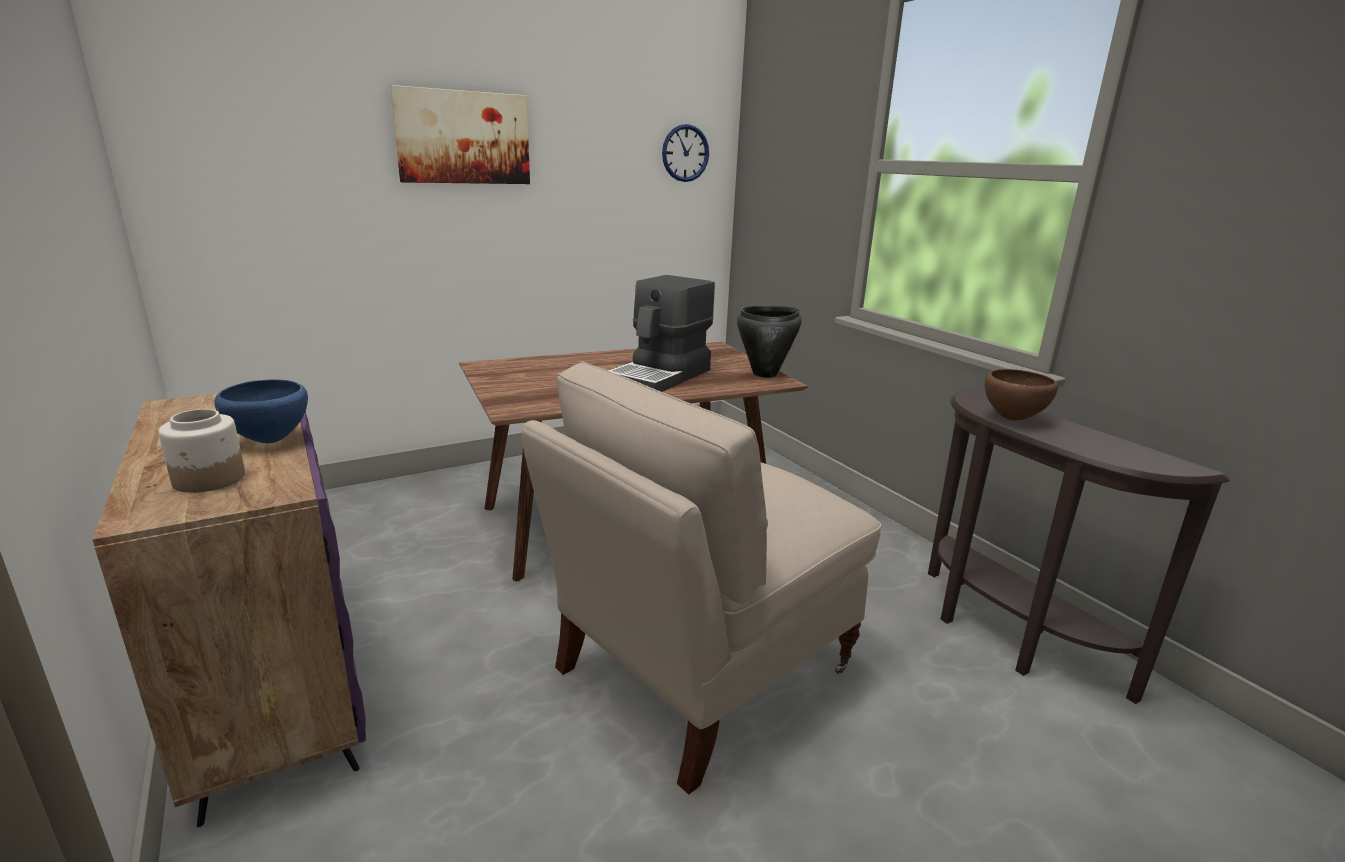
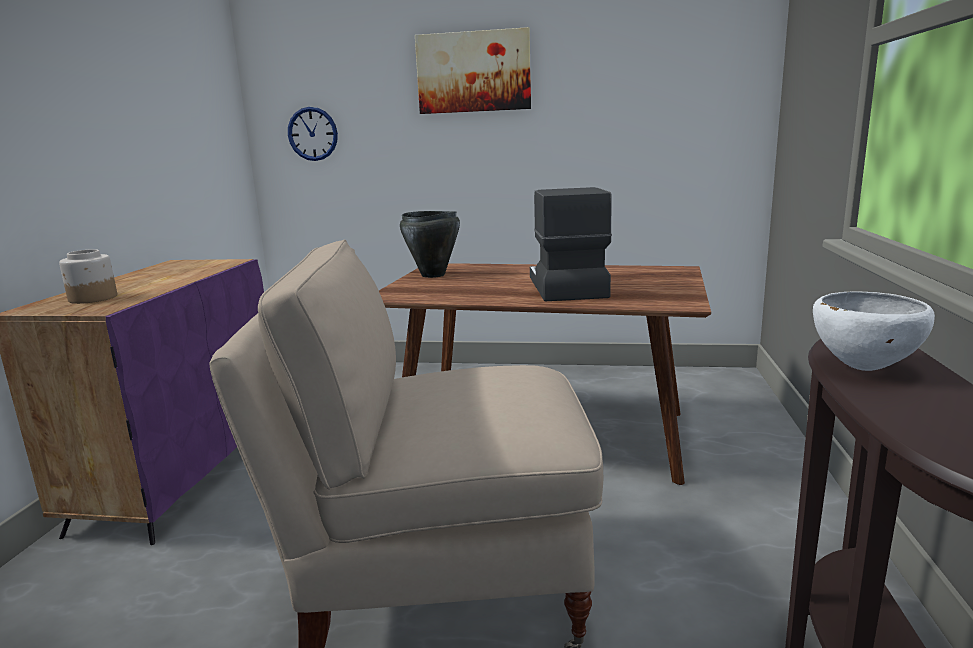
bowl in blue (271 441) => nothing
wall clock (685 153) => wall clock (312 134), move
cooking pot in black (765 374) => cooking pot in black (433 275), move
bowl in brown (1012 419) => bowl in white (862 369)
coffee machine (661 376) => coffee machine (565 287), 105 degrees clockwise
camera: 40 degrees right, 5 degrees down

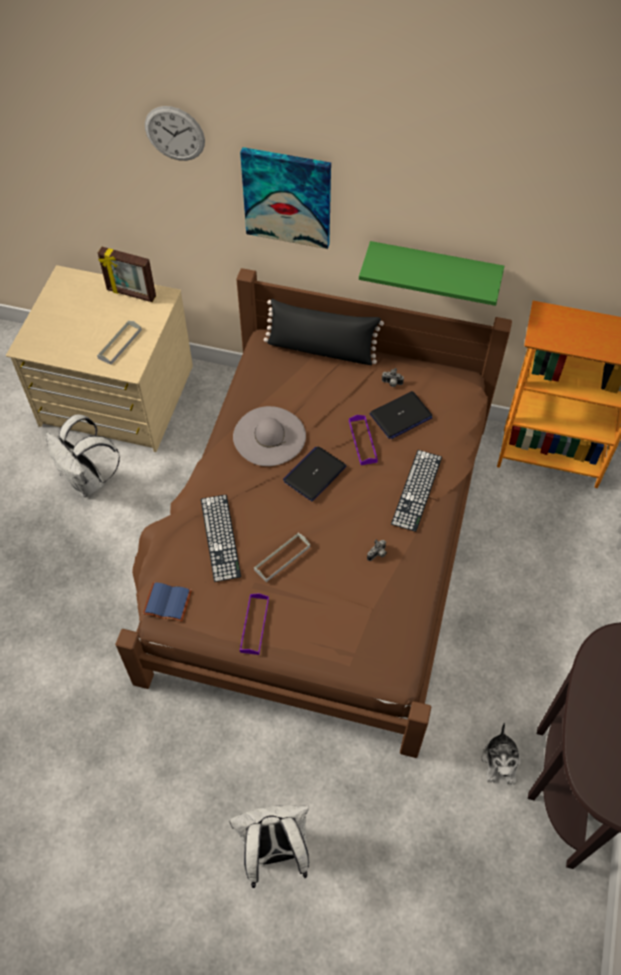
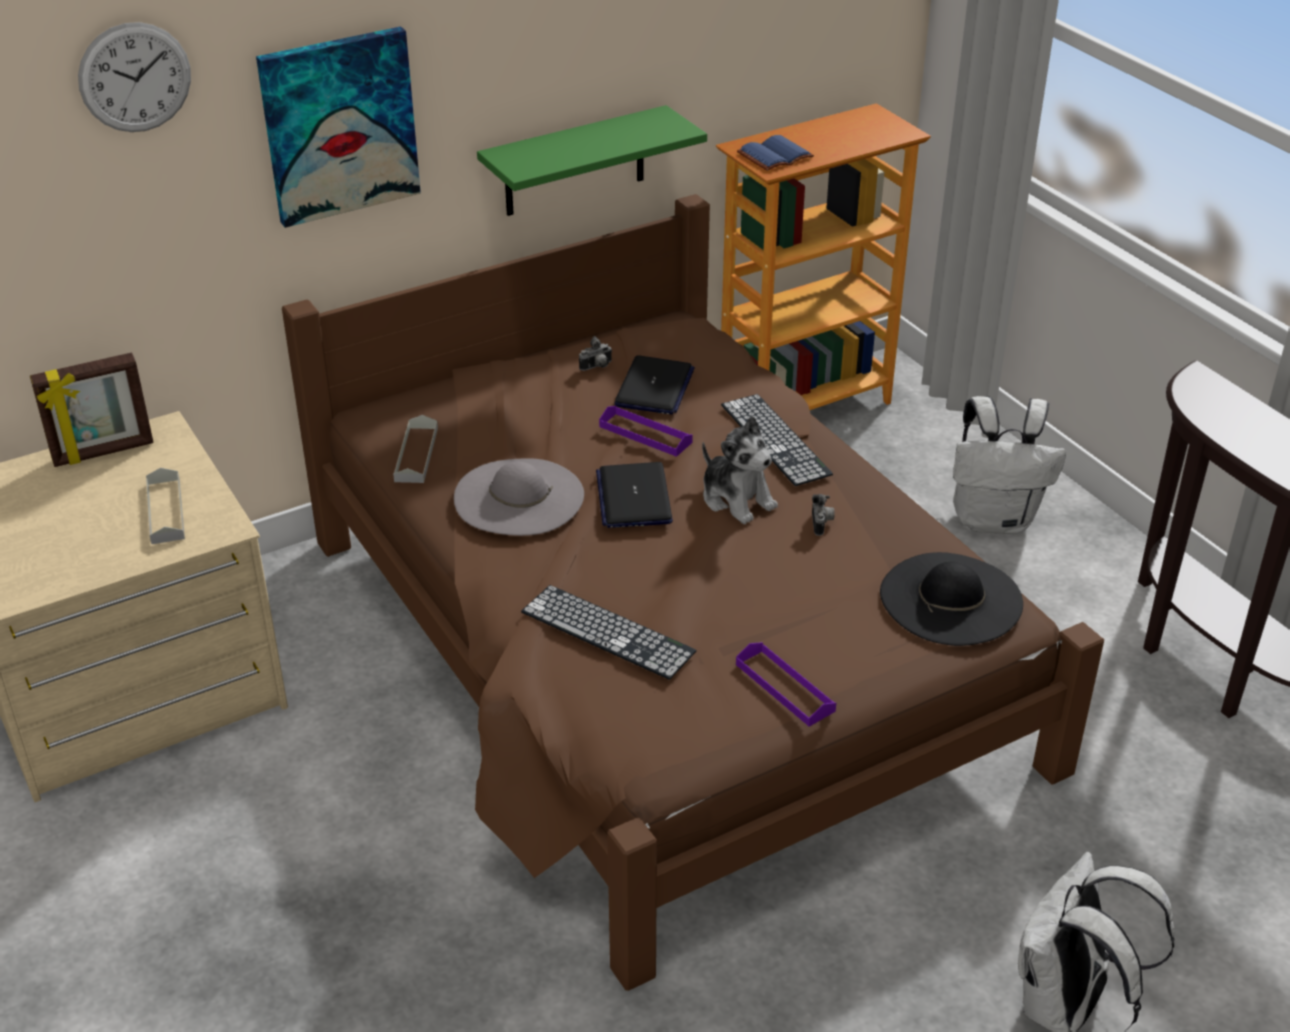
pillow in black (321 349) => nothing
nothing => hat in black (951 598)
backpack in white (88 480) => backpack in white (994 519), move
book in blue (166 603) => book in blue (775 157), move
tray in grey (282 558) => tray in grey (416 454), move
plush toy (500 761) => plush toy (737 499), move
camera: 45 degrees left, 20 degrees down

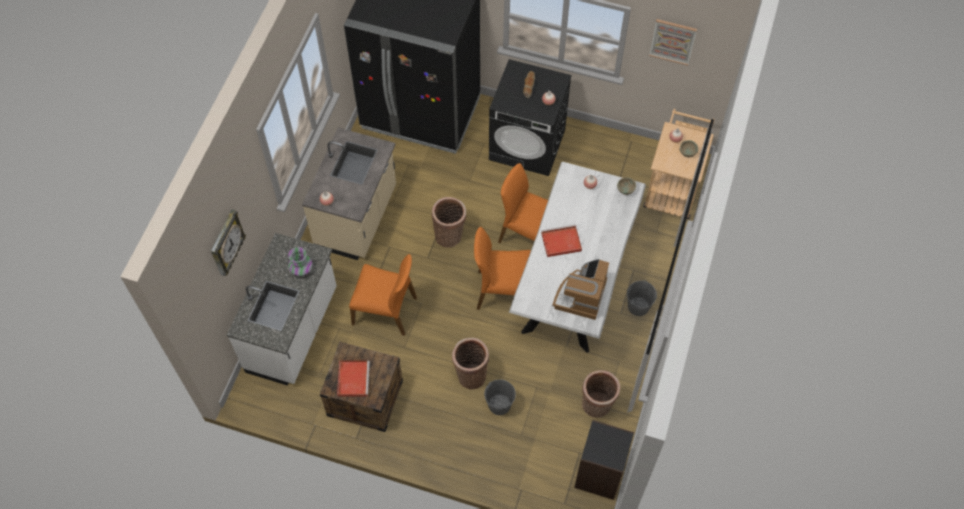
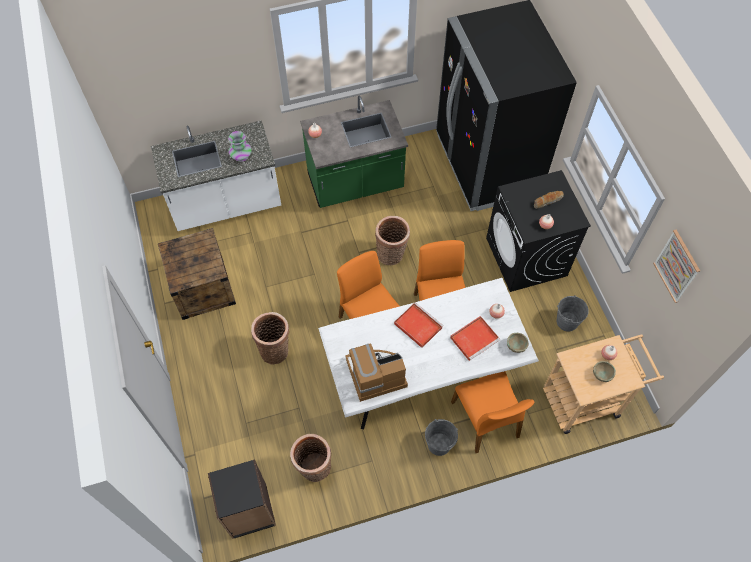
wall clock (226 244) => nothing
tray in red (353 378) => tray in red (475 338), move
chair in orange (385 310) => chair in orange (486 420), move
bucket in grey (499 404) => bucket in grey (567 321), move
counter in beige (357 218) => counter in green (355 184)
camera: 55 degrees right, 0 degrees up

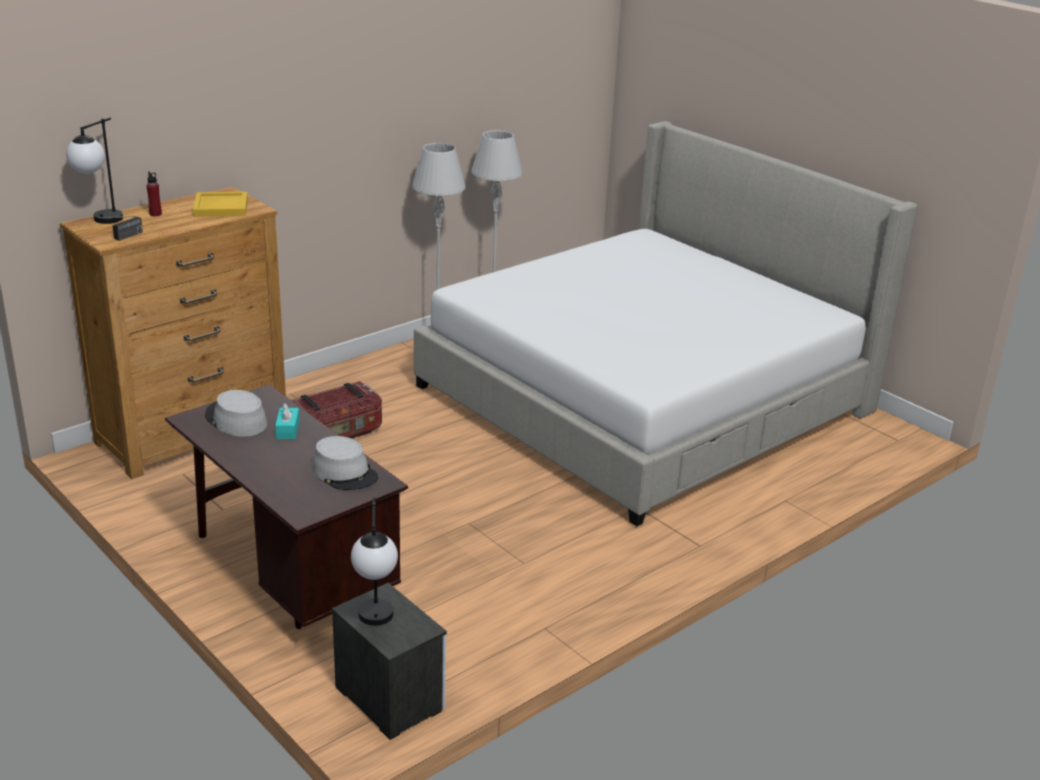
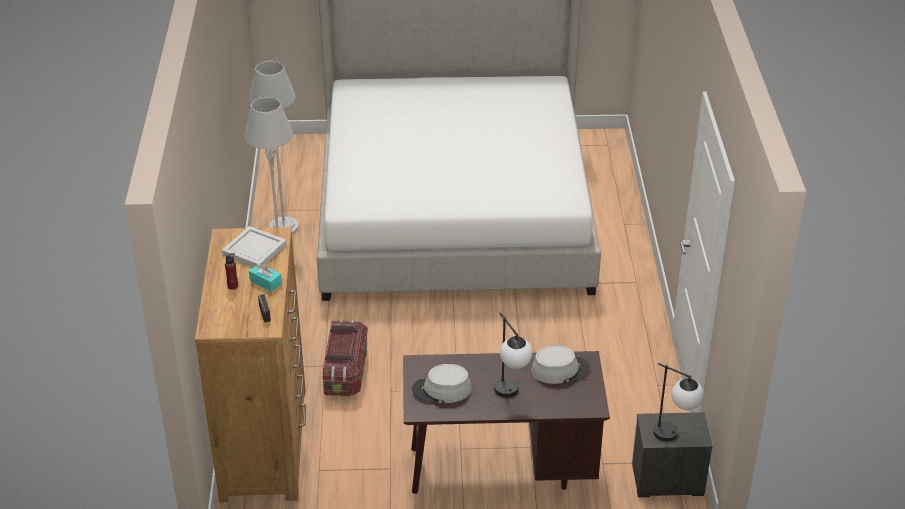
table lamp (100 222) => table lamp (511 395), move
tissue box in turquoise (287 430) => tissue box in turquoise (265 282), move
tray in yellow (222 207) => tray in white (254 249)
camera: 50 degrees left, 10 degrees up

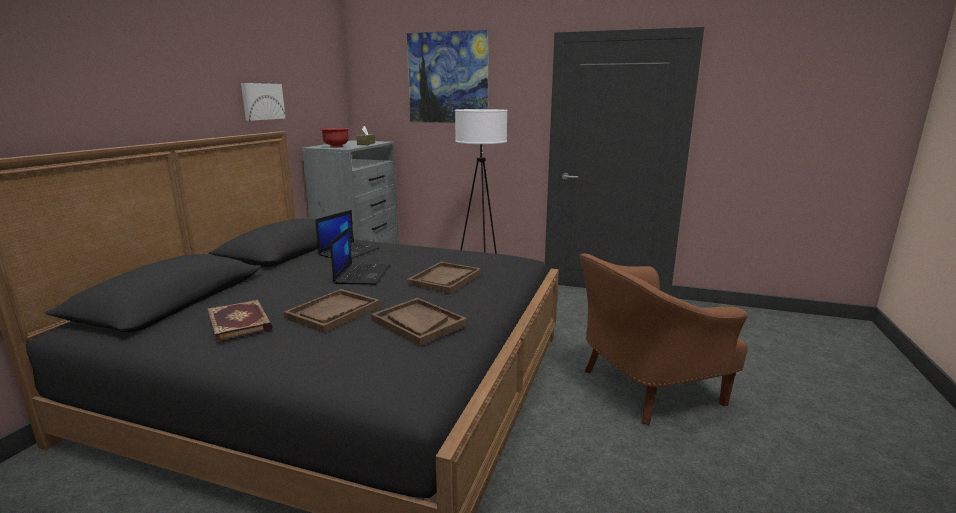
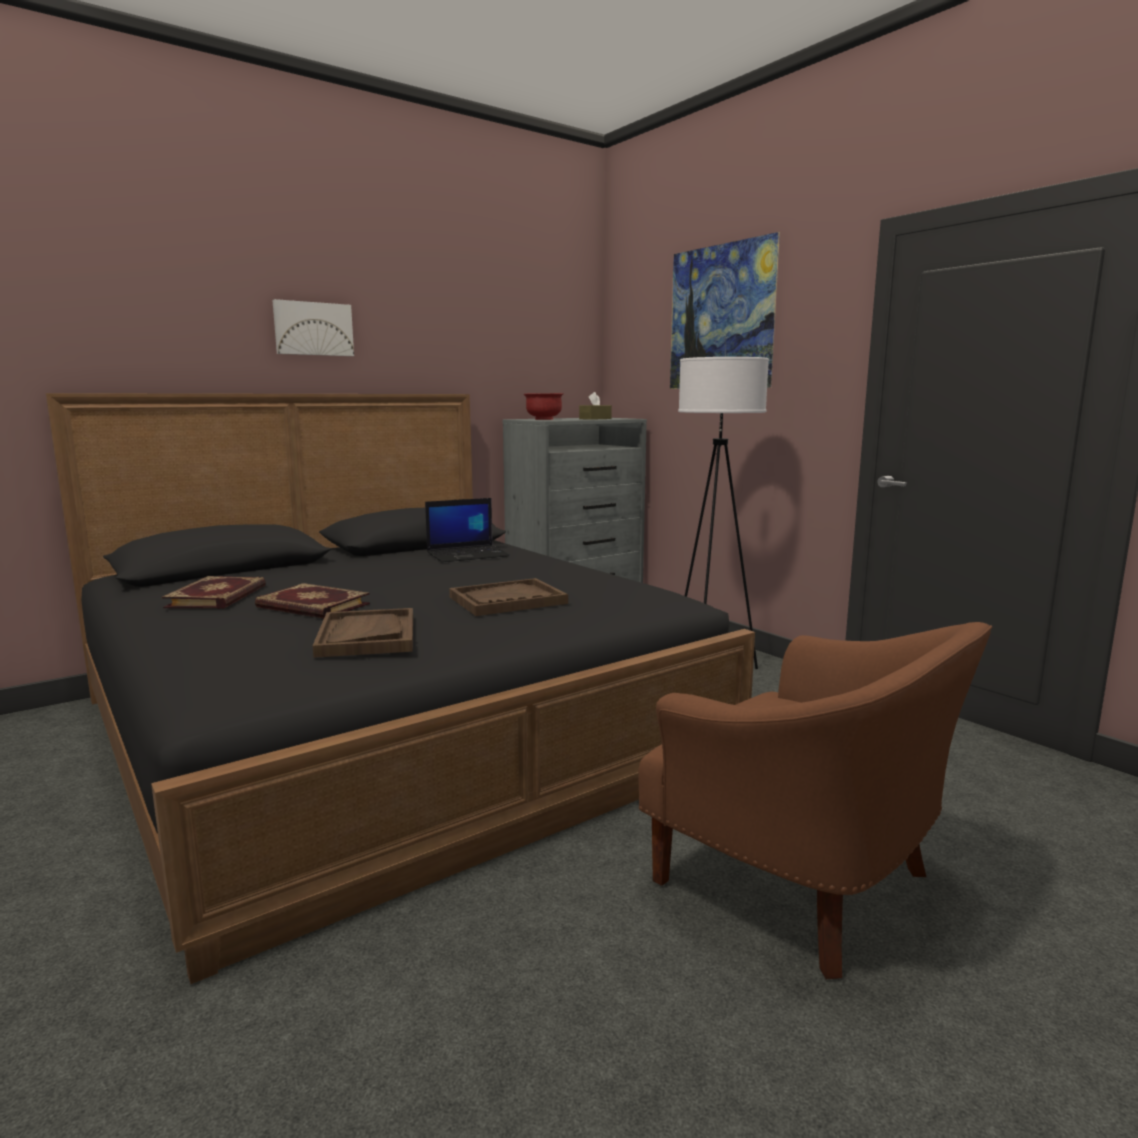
laptop (362 274) => nothing
picture (262 101) => picture (313 329), move
tray in brown (333 312) => book (312 606)
armchair in brown (644 388) => armchair in brown (803 886), 150 degrees counterclockwise
camera: 35 degrees right, 5 degrees down

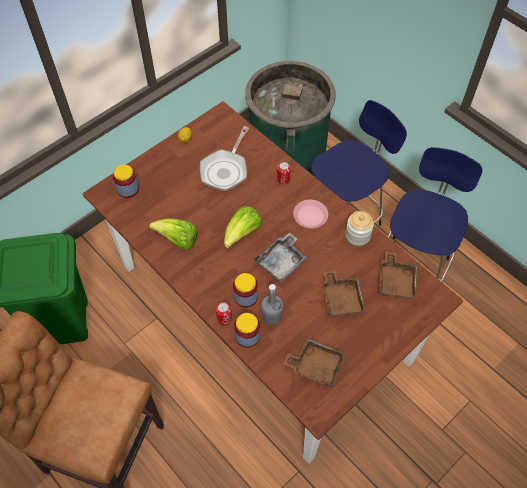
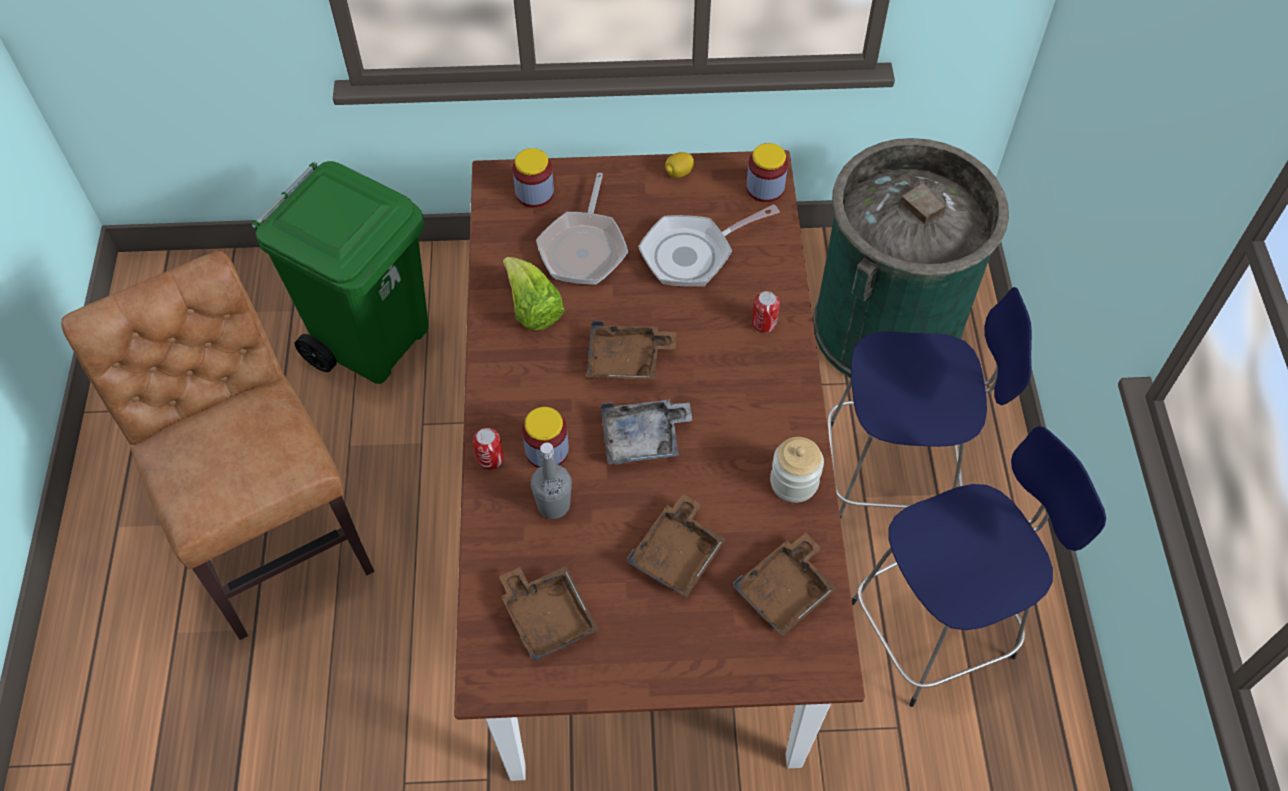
plate in pink (310 216) => nothing
nothing => frying pan (584 248)
jar (247 336) => jar (765 188), move
lettuce (242 234) => tray in brown (627 360)
camera: 40 degrees right, 0 degrees up

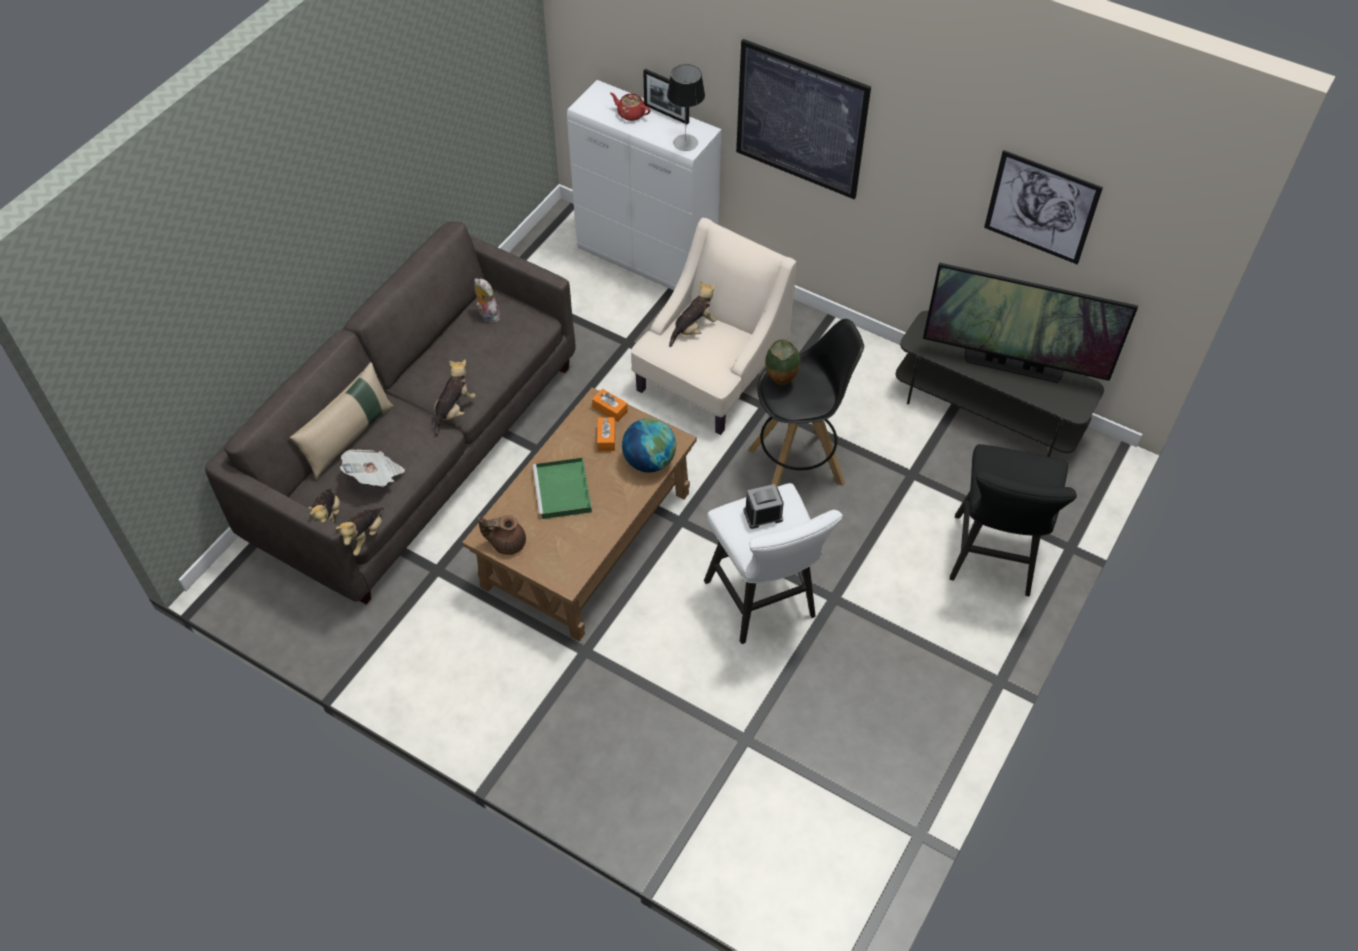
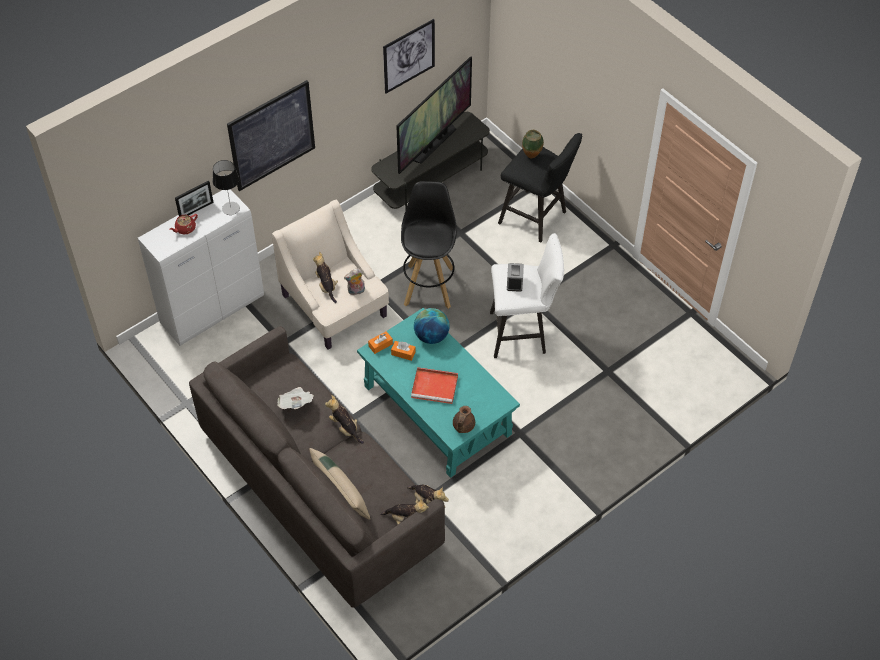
newspaper (375 476) => newspaper (296 404), move
plush toy (487 315) => plush toy (356 291), move
vase (781 383) => vase (532 157), move
coffee table in brown (587 538) => coffee table in turquoise (436 409)
tray in green (563 491) => tray in red (435 387)
camera: 70 degrees left, 0 degrees up

